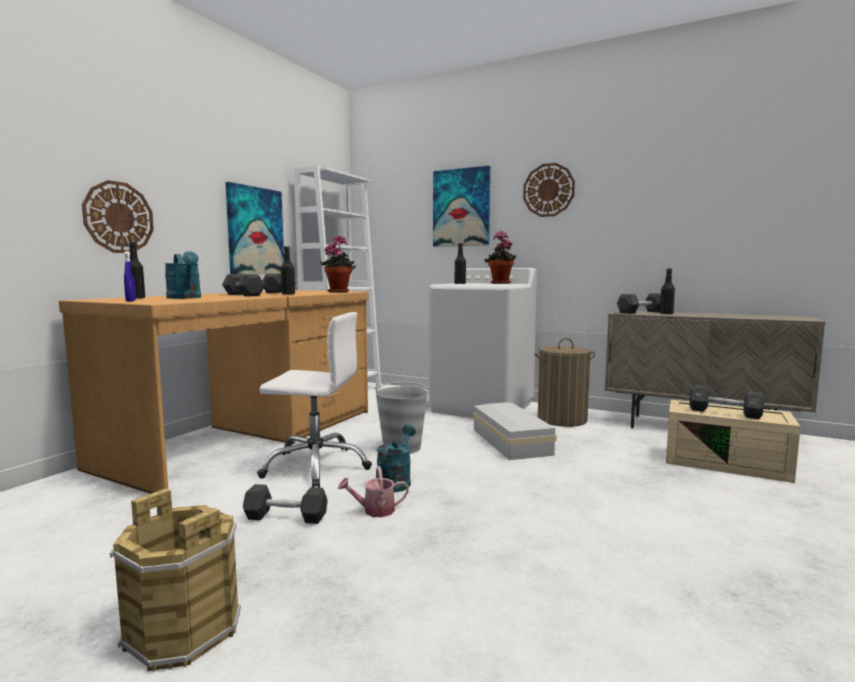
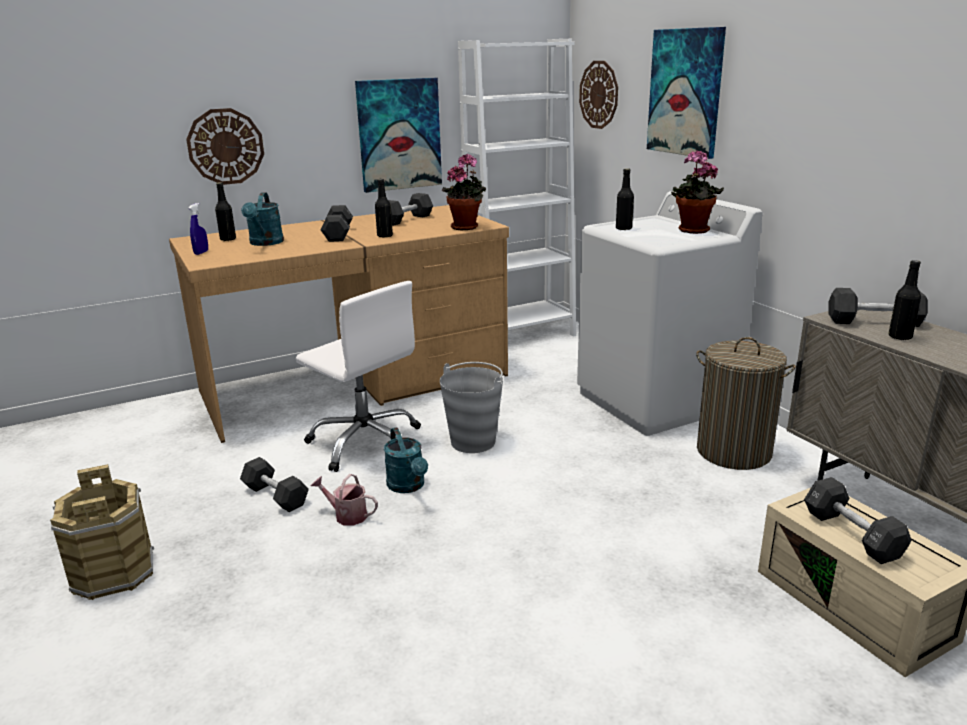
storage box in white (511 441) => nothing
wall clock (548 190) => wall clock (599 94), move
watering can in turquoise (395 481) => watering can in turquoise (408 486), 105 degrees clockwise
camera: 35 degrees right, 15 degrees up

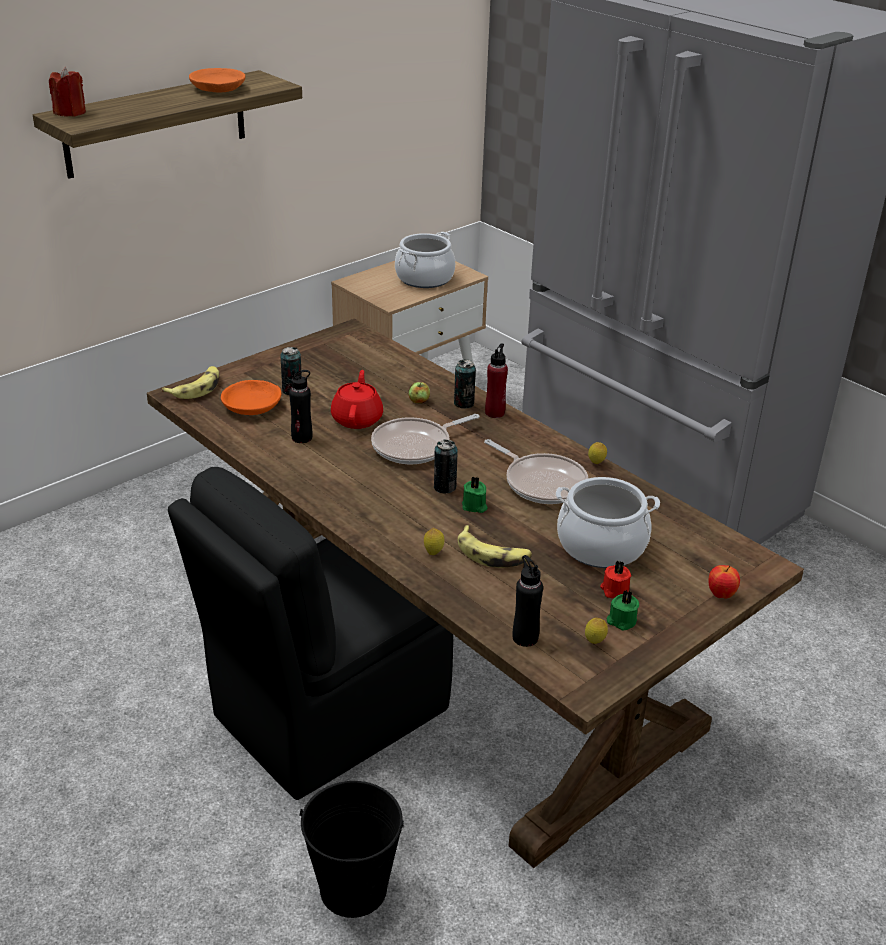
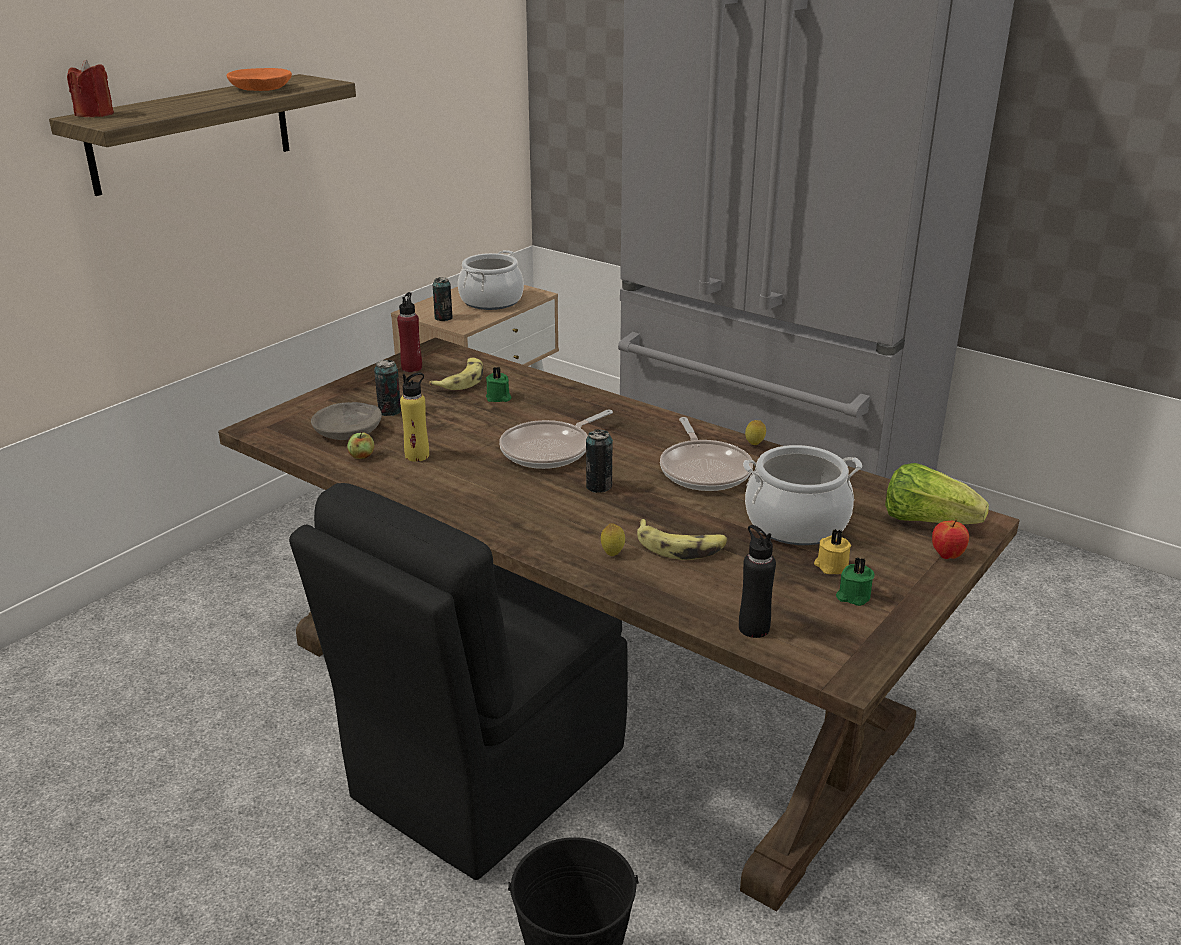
teapot in red (357 419) => nothing
lemon (594 642) => nothing
nothing => lettuce (926 521)
banana (196 388) => banana (461 380), move
apple (419 401) => apple (361 456), move
can (464 403) => can (443 318), move
candle in green (474 506) => candle in green (498 398), move
bottle in red (495 412) => bottle in red (412 368), move
bowl in orange (253 406) => bowl in grey (349 431)
bottle in black (302 437) => bottle in yellow (417 456)
candle in red (614 590) => candle in yellow (831 566)
frying pan (542 482) => frying pan (704 470), 45 degrees clockwise
camera: 10 degrees left, 5 degrees down

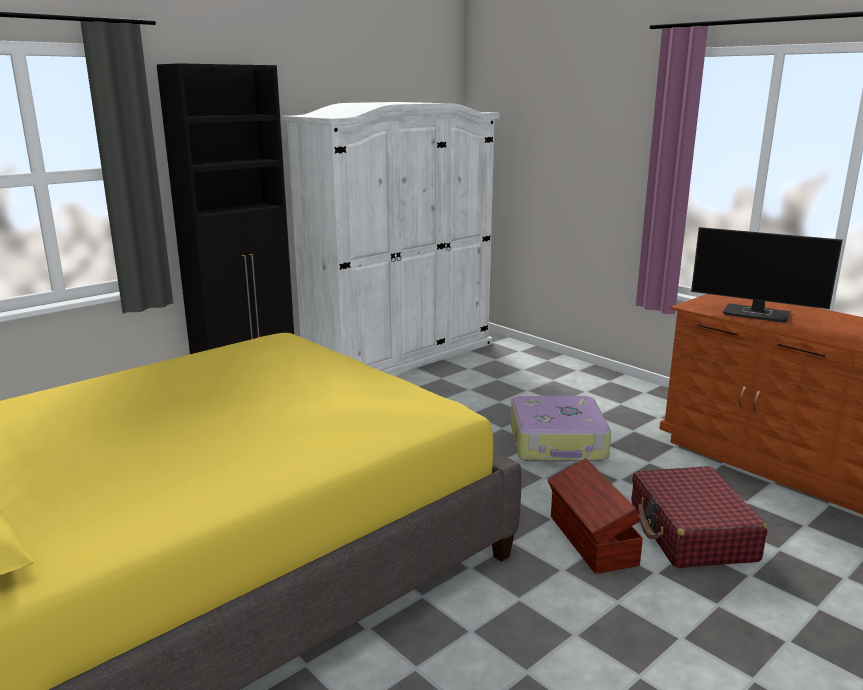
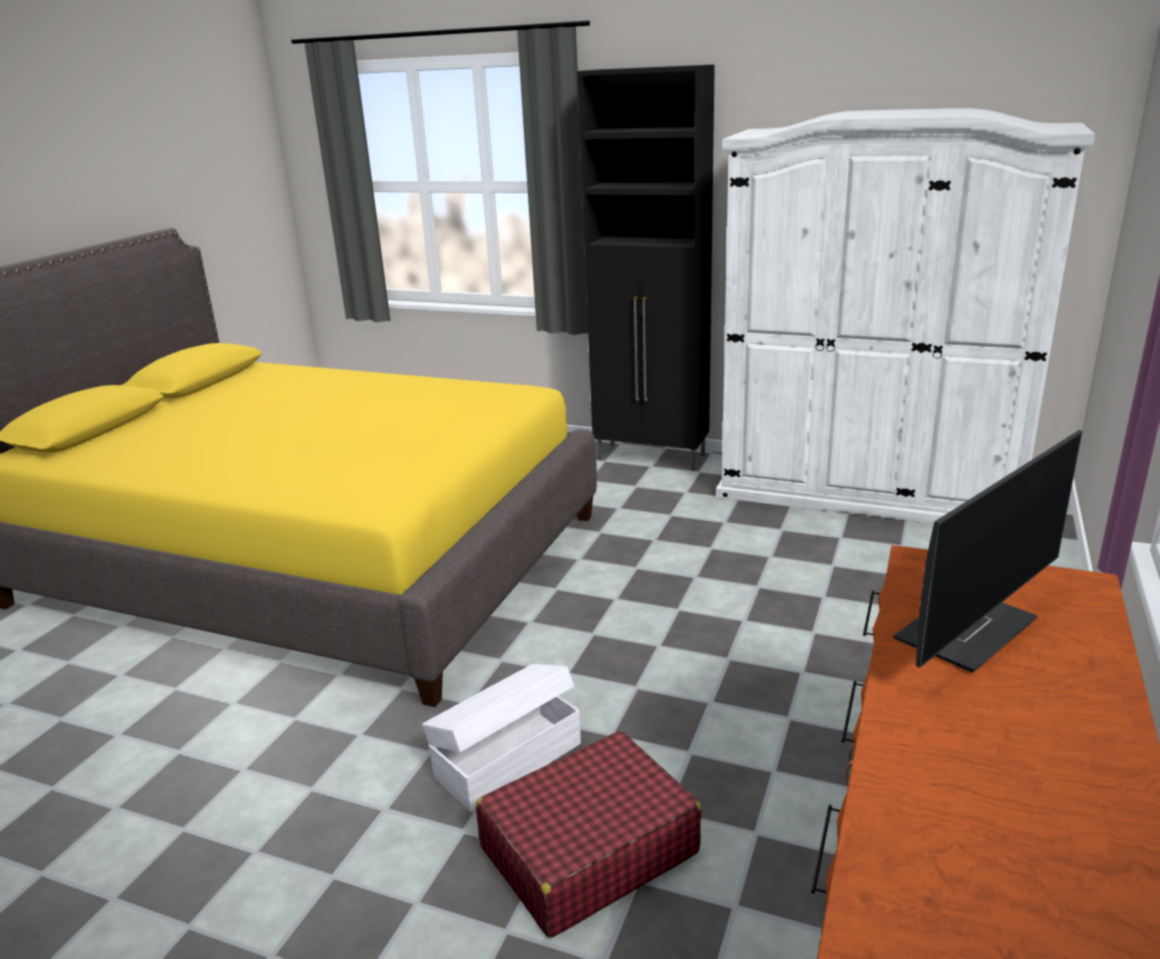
suitcase (558 443) => nothing
storage box in brown (591 541) => storage box in white (506 760)
monitor (758 314) => monitor (966 629), 135 degrees counterclockwise
camera: 65 degrees right, 5 degrees up

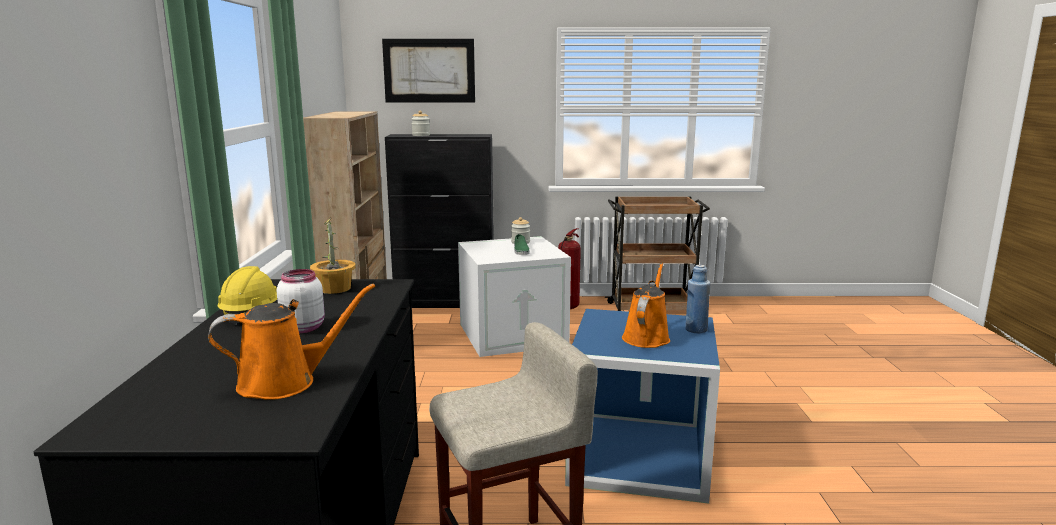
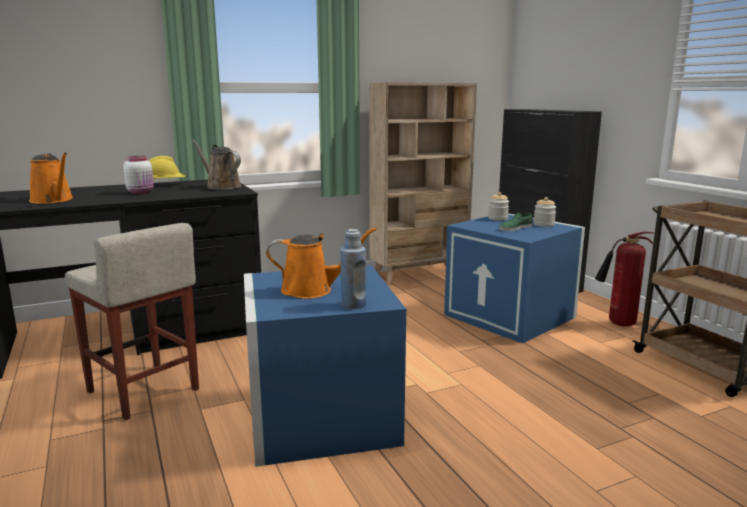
picture (429 70) => nothing
jar (421 135) => jar (497 218), move
potted plant (335 288) => watering can in brown (221 186)
storage box in white (513 334) => storage box in blue (511 316)
camera: 65 degrees right, 0 degrees up

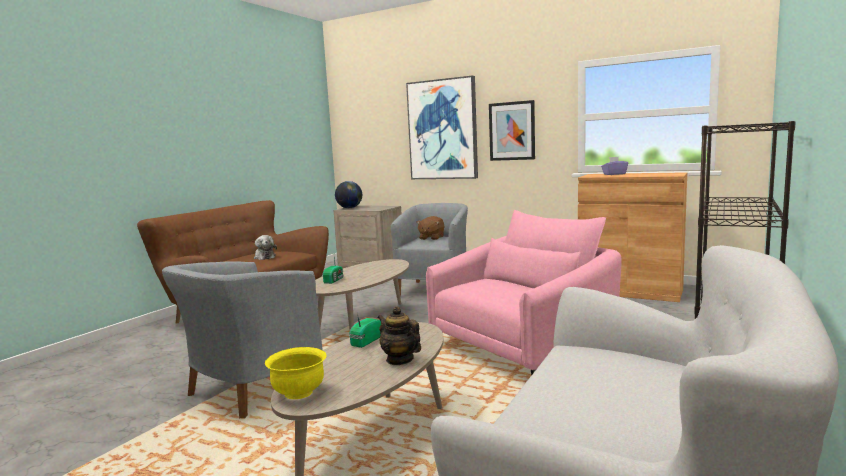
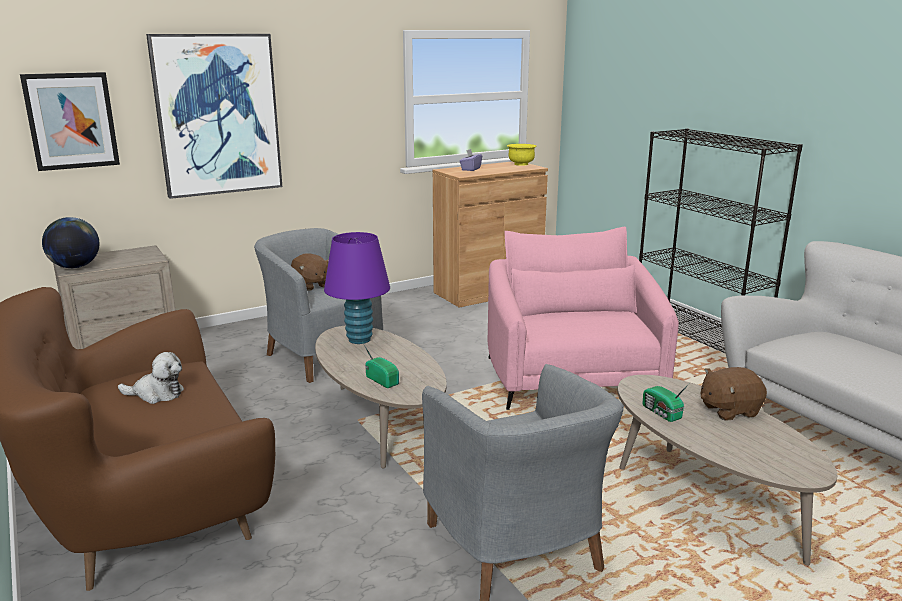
nothing => table lamp in purple (359 339)
bowl in yellow (299 393) => bowl in yellow (521 164), move
picture (512 131) => picture (71 121), move
teapot (399 360) => plush toy in brown (729 410)
camera: 60 degrees left, 10 degrees up

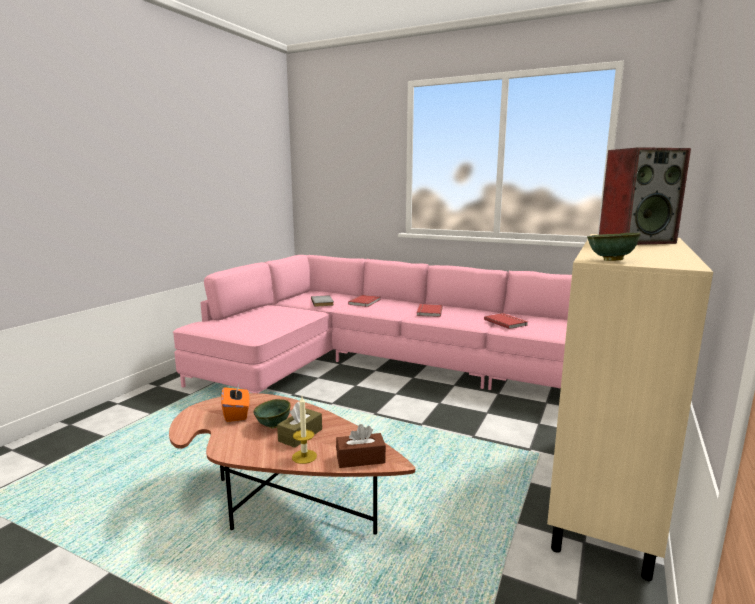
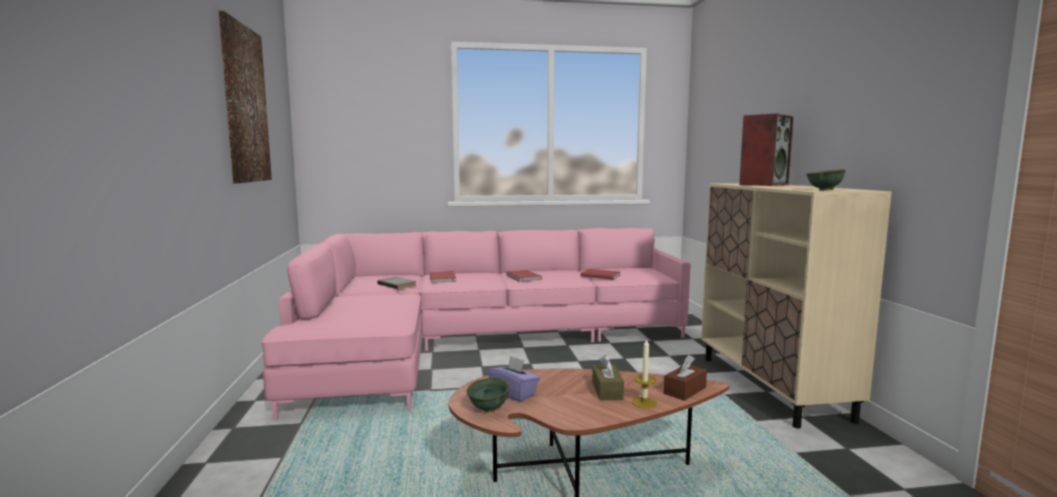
nothing => picture (245 104)
bowl in green (274 426) => bowl in green (489 409), move
tissue box in orange (236 414) => tissue box in purple (514 393)
camera: 35 degrees left, 5 degrees down

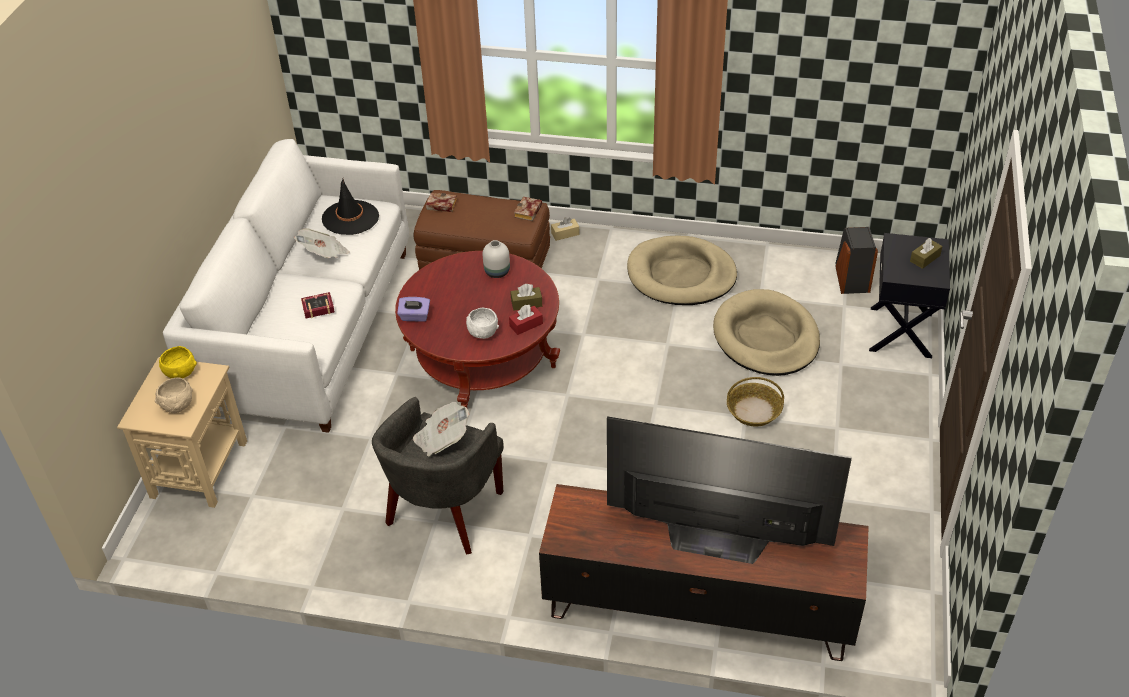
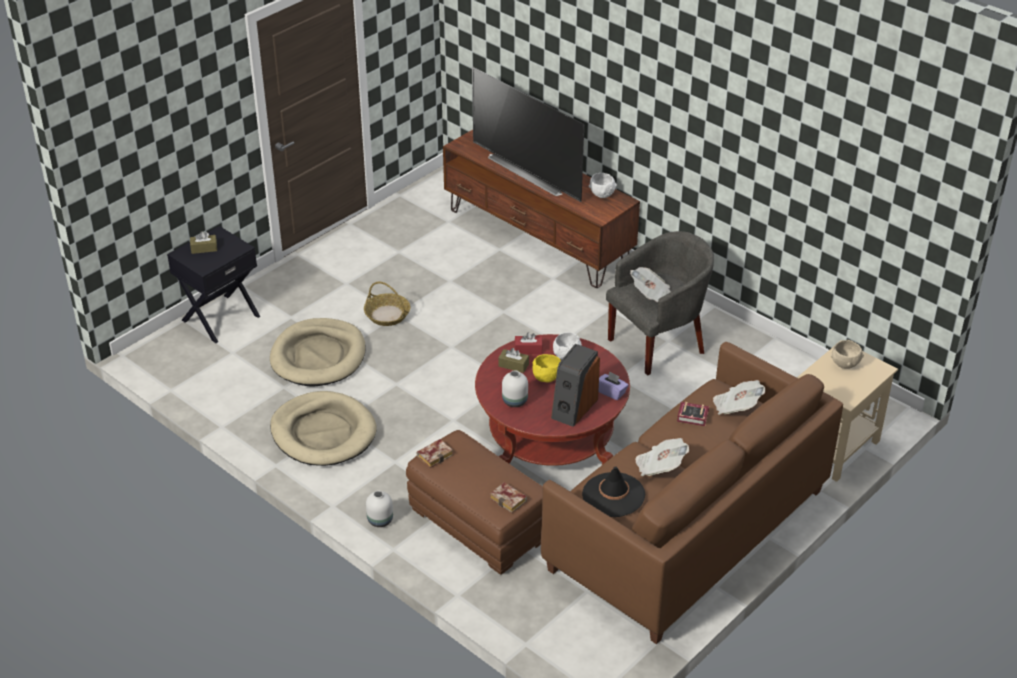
nothing => bowl in white (601 194)
nothing => newspaper (736 407)
bowl in yellow (180 373) => bowl in yellow (546 378), move
speaker (851 278) => speaker (573 408), move
tissue box in beige (565 234) => vase in white (379 520)
sofa in white (308 330) => sofa in brown (688 529)
camera: 150 degrees left, 5 degrees down

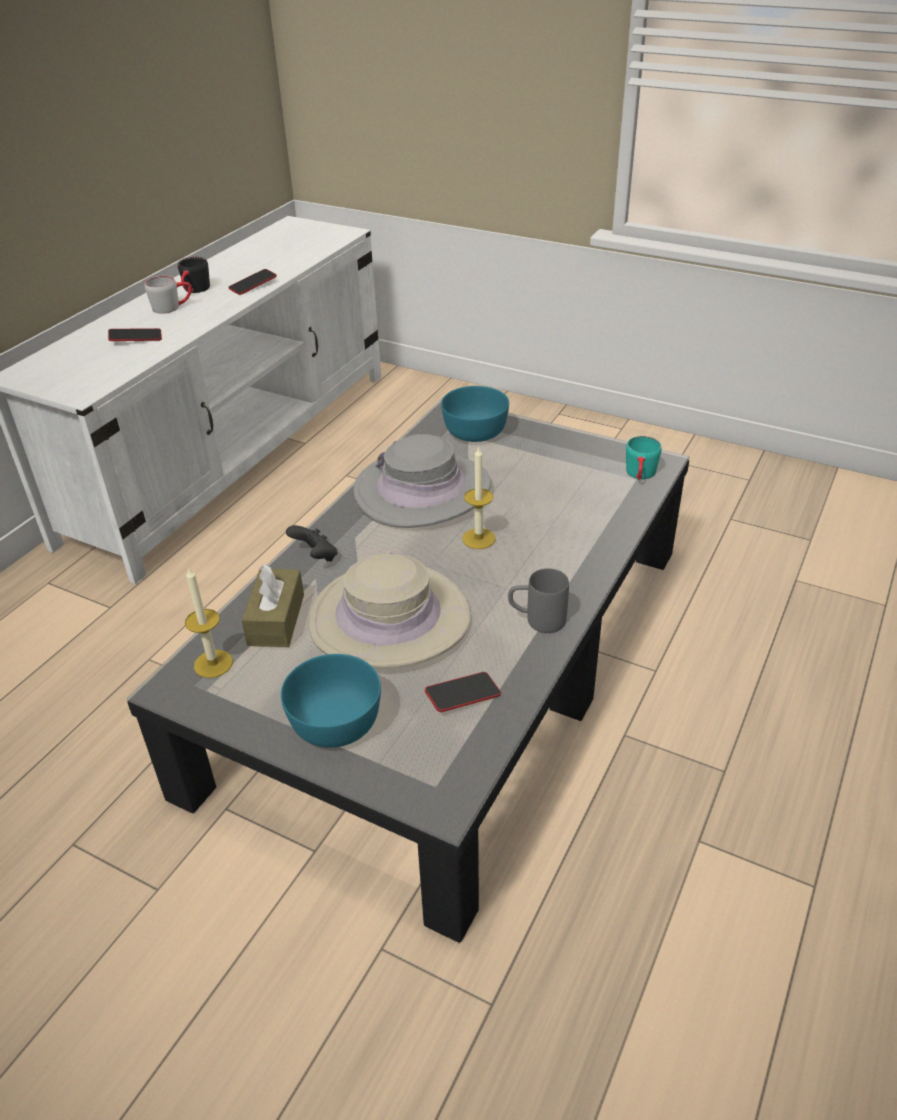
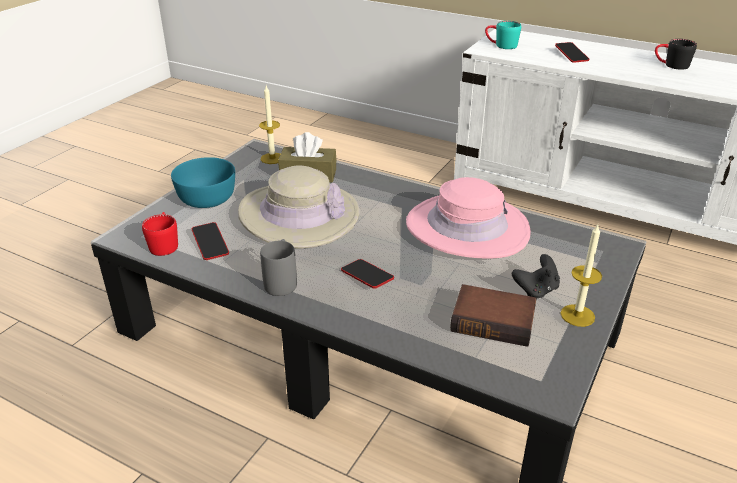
mug in grey (172 307) => nothing
bowl in turquoise (476 431) => nothing
nothing => mug in red (164 243)
nothing => book (494 320)
phone (253 285) => phone (367 277), move
game controller in black (316 557) => game controller in black (536 290), move
candle (478 538) => candle (577 315), move
mug in turquoise (640 475) => mug in turquoise (501 45), move
hat in grey (422 490) => hat in pink (467 228)
camera: 90 degrees right, 5 degrees down

